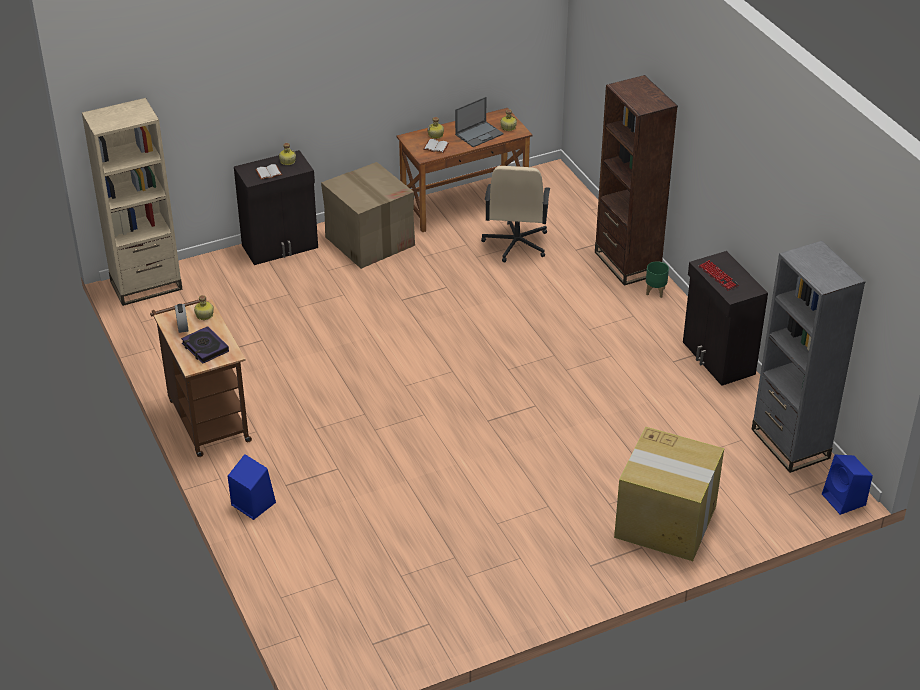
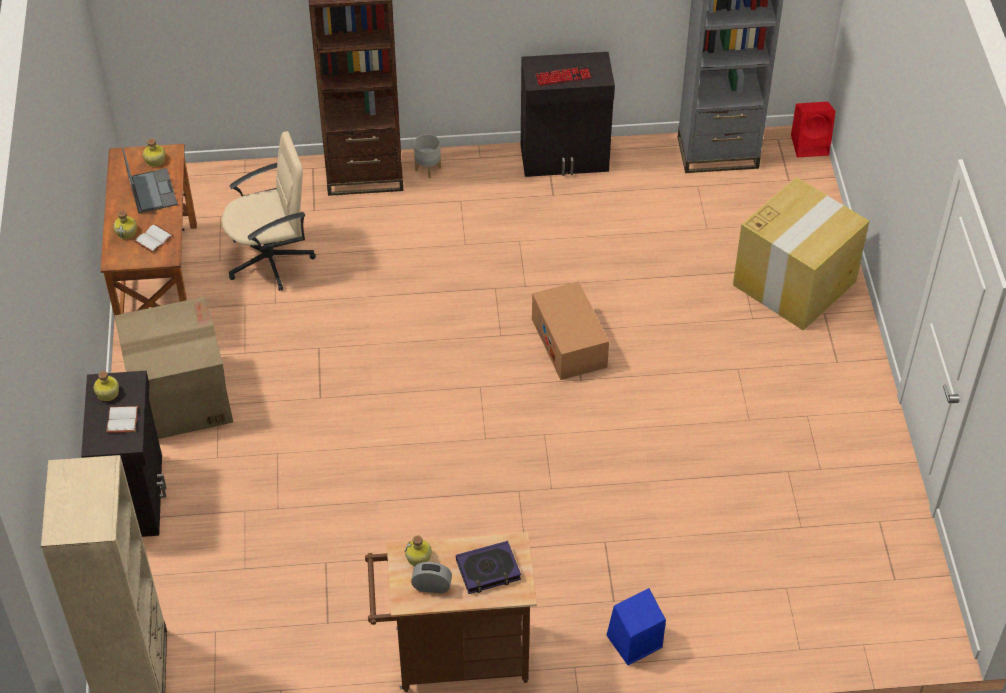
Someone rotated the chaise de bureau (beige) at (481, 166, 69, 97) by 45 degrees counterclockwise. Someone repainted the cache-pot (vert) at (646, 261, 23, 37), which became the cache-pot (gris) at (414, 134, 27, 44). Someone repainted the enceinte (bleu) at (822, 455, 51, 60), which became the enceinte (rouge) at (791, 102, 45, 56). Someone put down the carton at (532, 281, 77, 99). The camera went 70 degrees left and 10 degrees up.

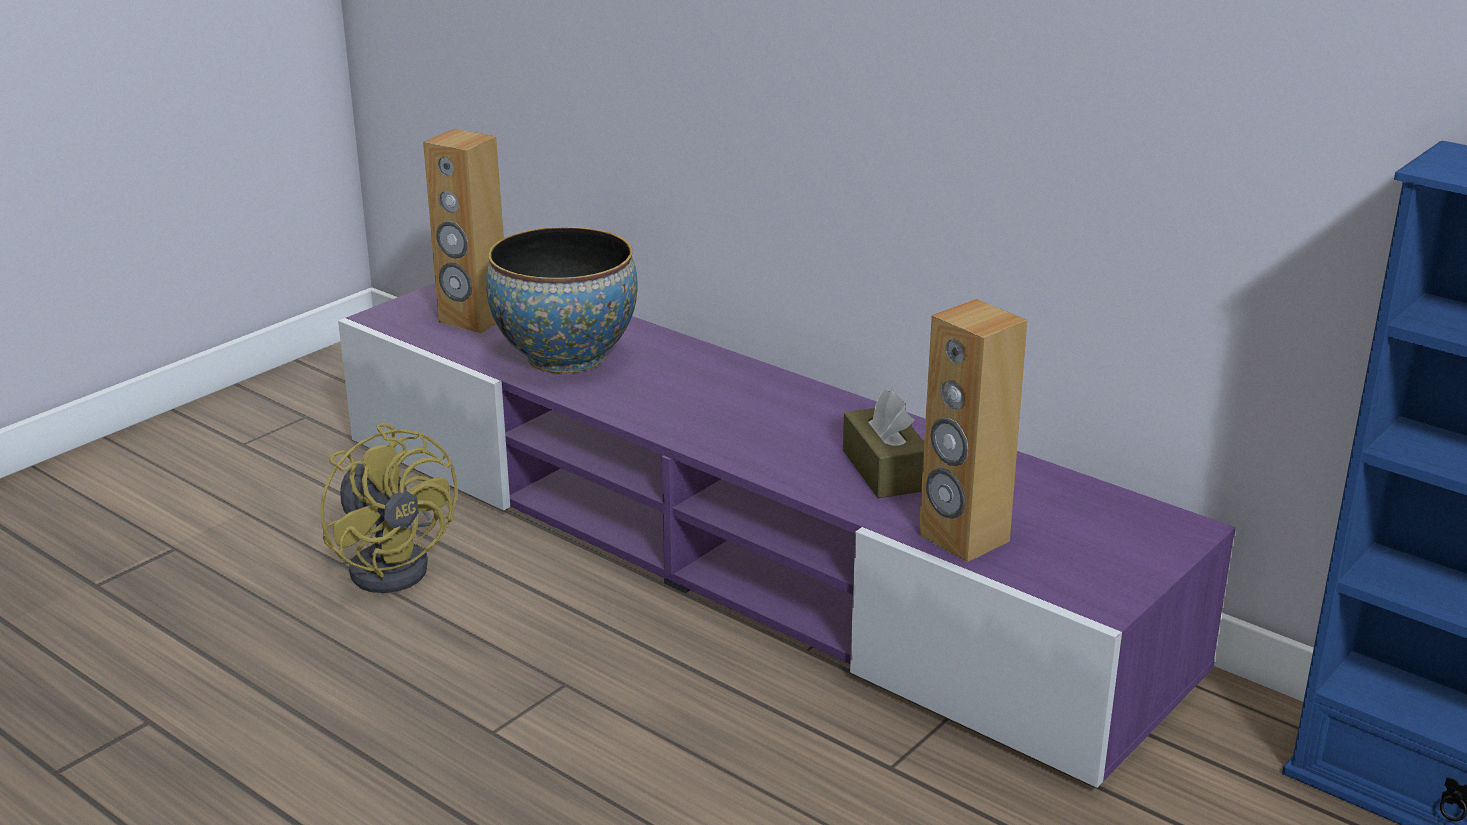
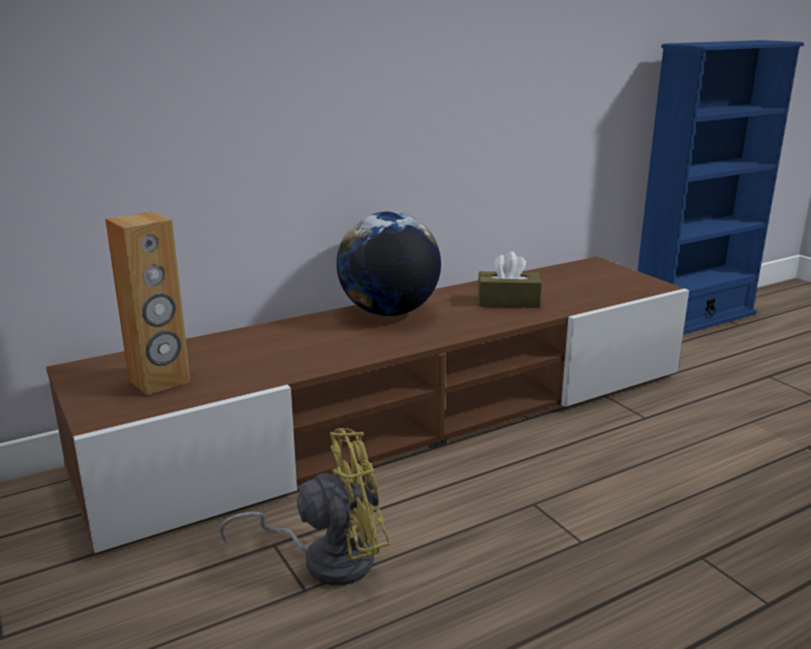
Someone repainted the meuble télé (violet) at (338, 283, 898, 505), which became the meuble télé (marron) at (46, 257, 643, 296). Someone took away the bol at (486, 227, 152, 147). Someone took away the enceinte (marron) at (919, 299, 108, 263). Someone put down the globe at (337, 211, 104, 105). The camera went 70 degrees left and 5 degrees down.

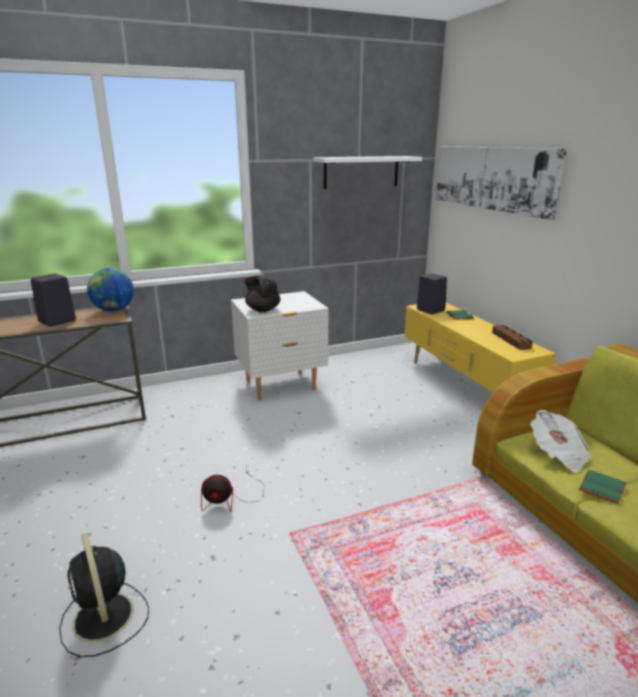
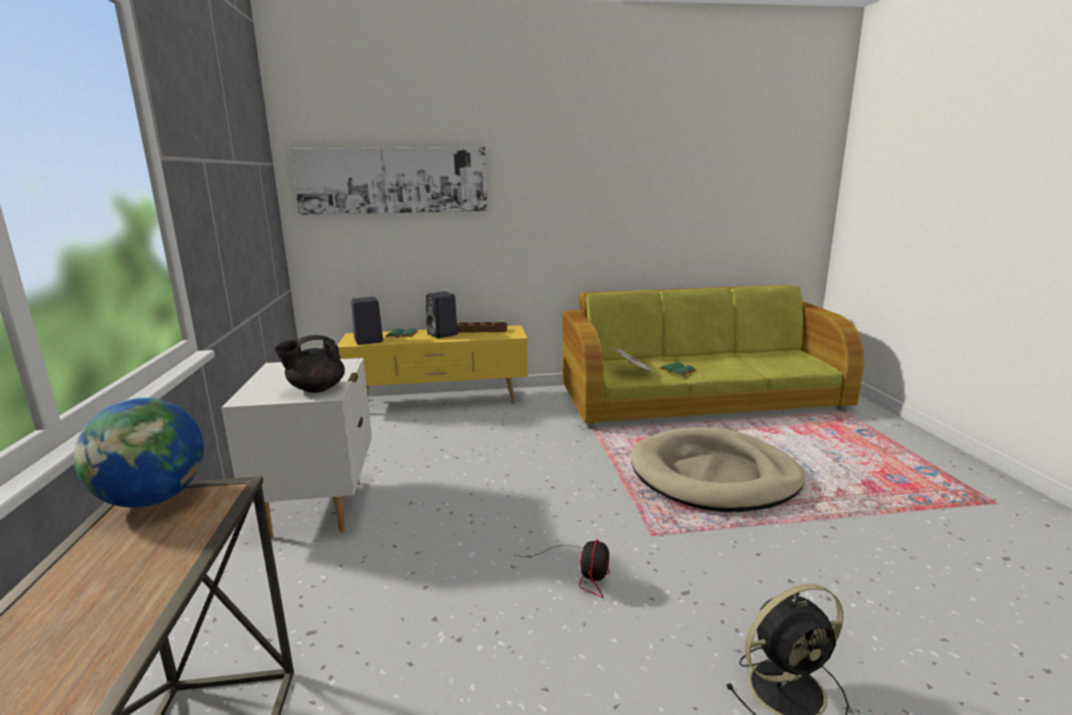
Someone carried the enceinte (noir) from (31, 273, 45, 54) to (426, 291, 32, 47). Someone took away the étagère (blanc) at (314, 156, 108, 33). Someone put down the panier pour chien (beige) at (631, 427, 174, 85). The camera went 75 degrees left and 5 degrees down.

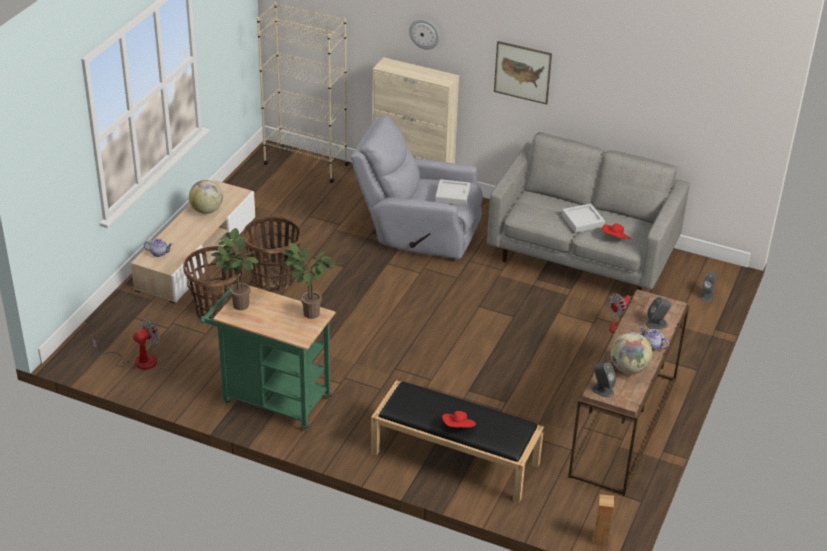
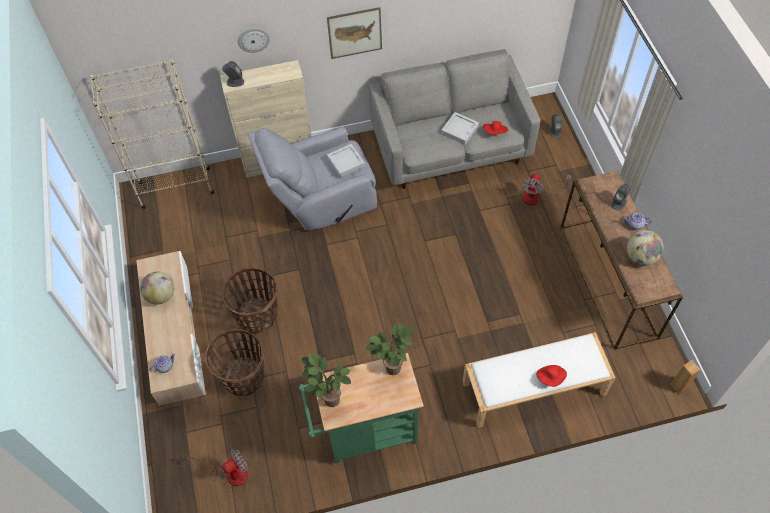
Someone rotated the ventilateur at (93, 319, 67, 51) by 45 degrees clockwise. Someone repainted the banc (noir) at (371, 380, 173, 123), which became the banc (blanc) at (463, 332, 153, 96). Someone carried the enceinte (gris) from (591, 363, 25, 34) to (222, 61, 22, 26). The camera went 35 degrees left and 20 degrees up.

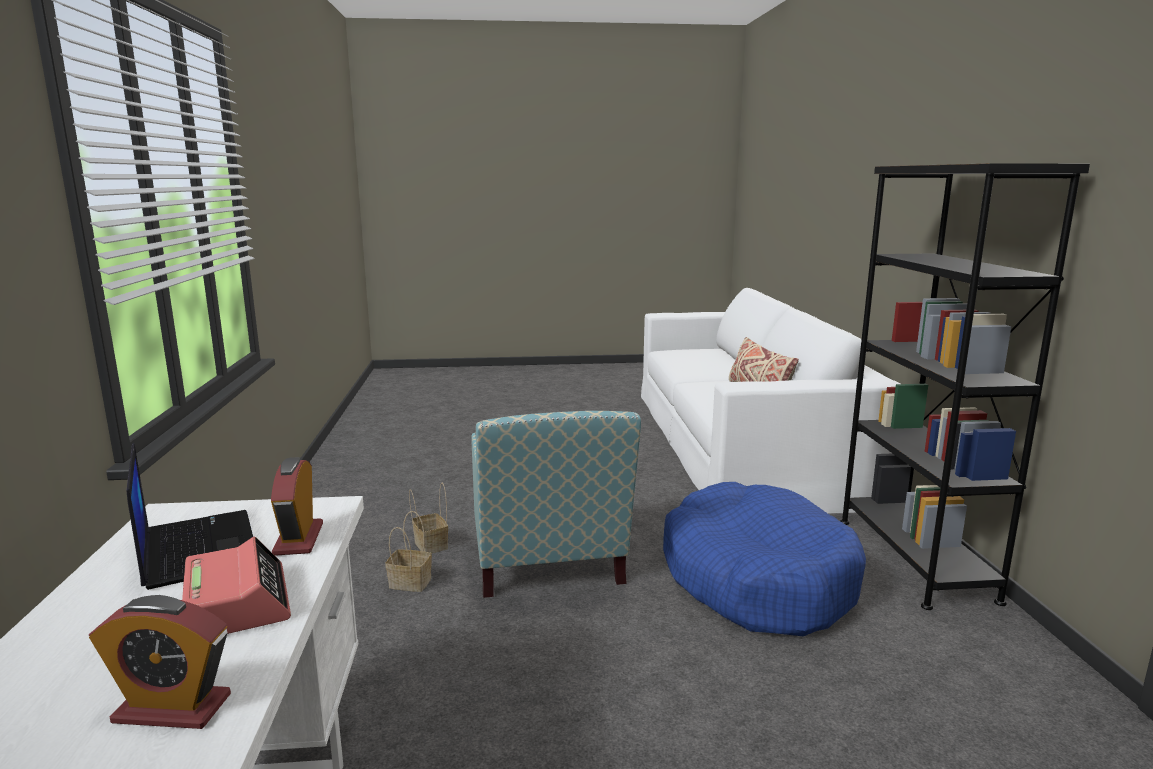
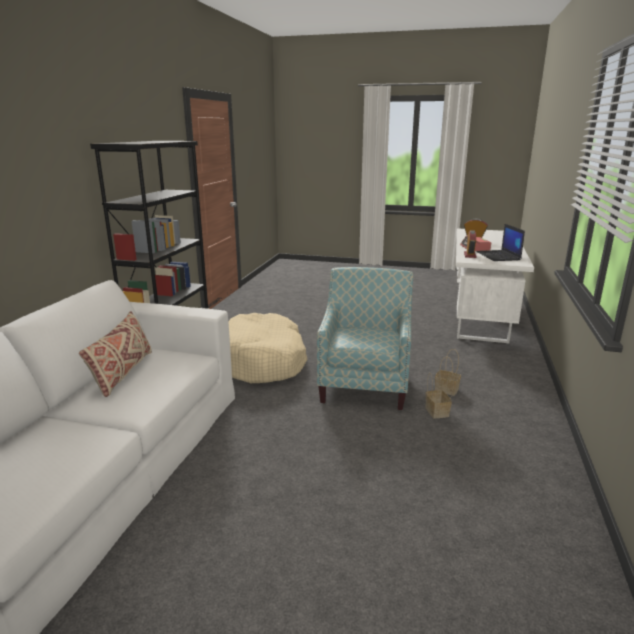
Someone repainted the panier pour chien (bleu) at (663, 482, 203, 154), which became the panier pour chien (beige) at (228, 313, 79, 70). The camera went 160 degrees left and 5 degrees up.

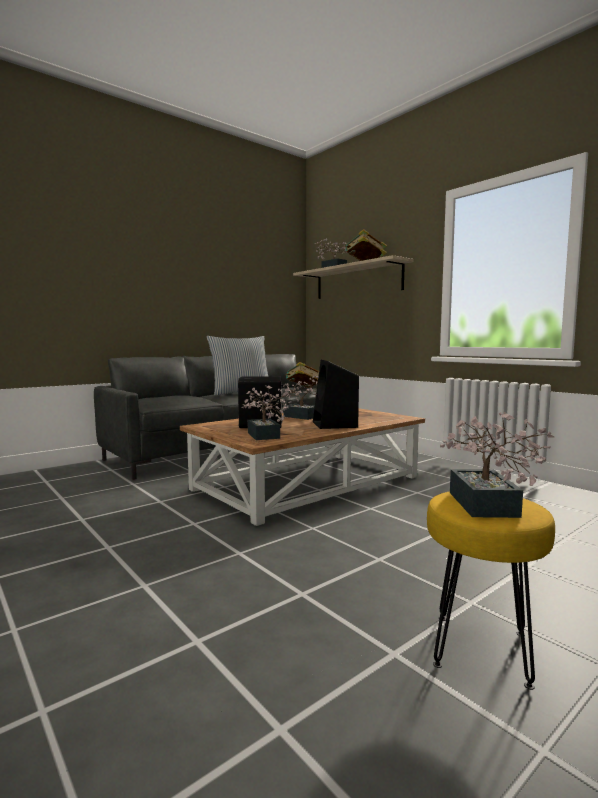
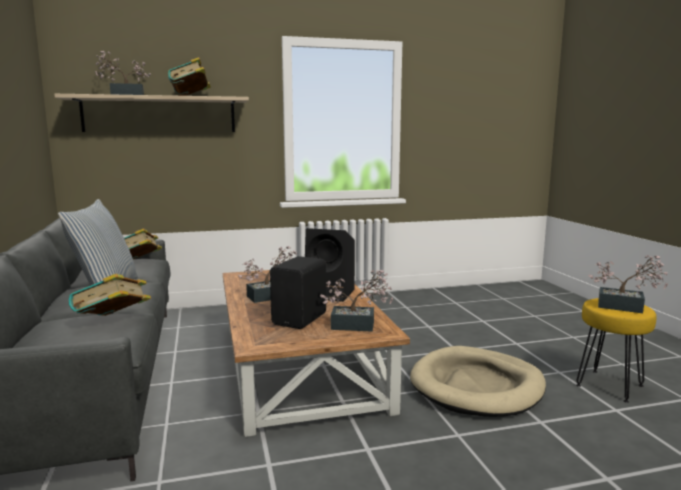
Someone put down the livre at (69, 274, 82, 42). Someone put down the panier pour chien (beige) at (410, 346, 136, 71). The camera went 65 degrees left and 5 degrees up.

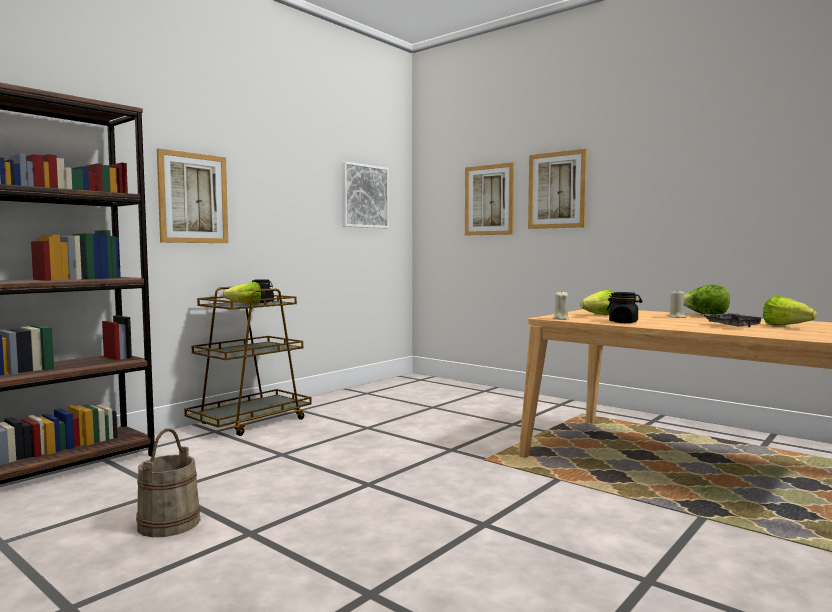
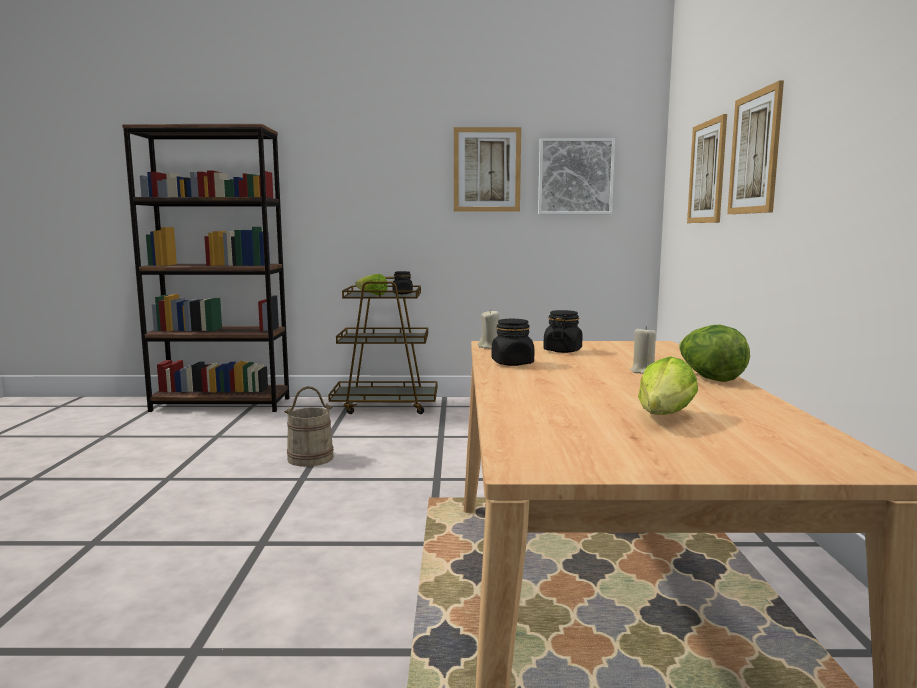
Someone carried the seau (beige) from (136, 428, 65, 109) to (284, 386, 50, 81). Someone carried the tableau from (157, 148, 71, 95) to (454, 127, 67, 85). Someone swapped the laitue at (580, 290, 34, 25) for the bocal (noir) at (543, 310, 40, 43). Someone took away the plateau (gris) at (702, 313, 60, 14). The camera went 50 degrees right and 5 degrees up.

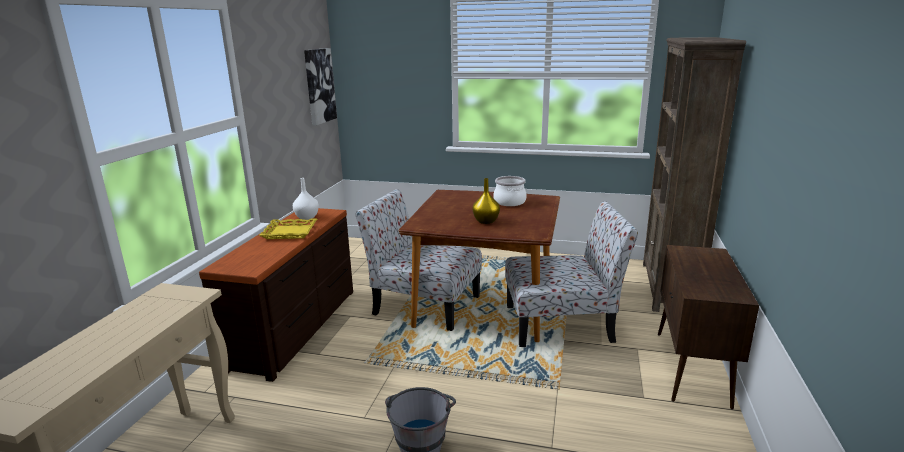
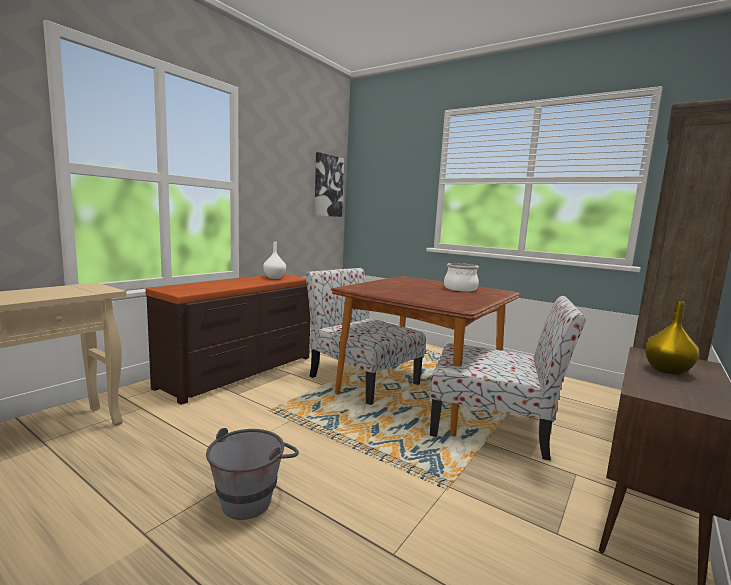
Someone took away the plateau (jaune) at (259, 218, 58, 21). Someone carried the vase (jaune) from (472, 178, 28, 46) to (645, 301, 54, 74). The camera went 20 degrees right and 10 degrees down.

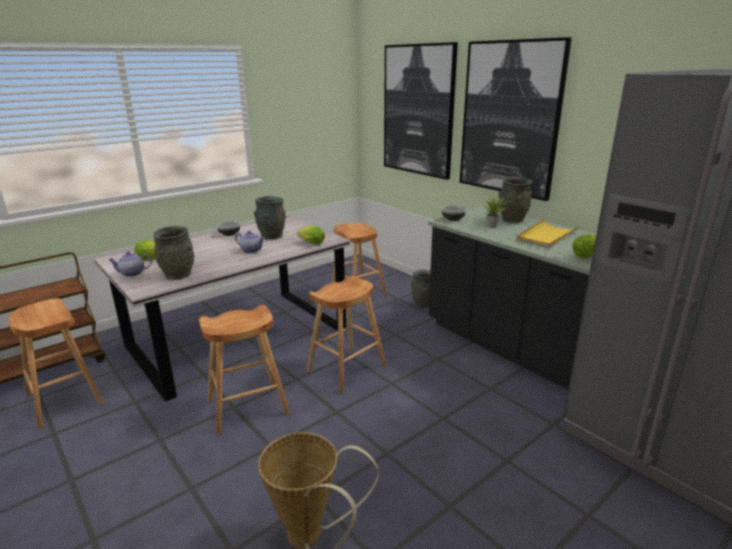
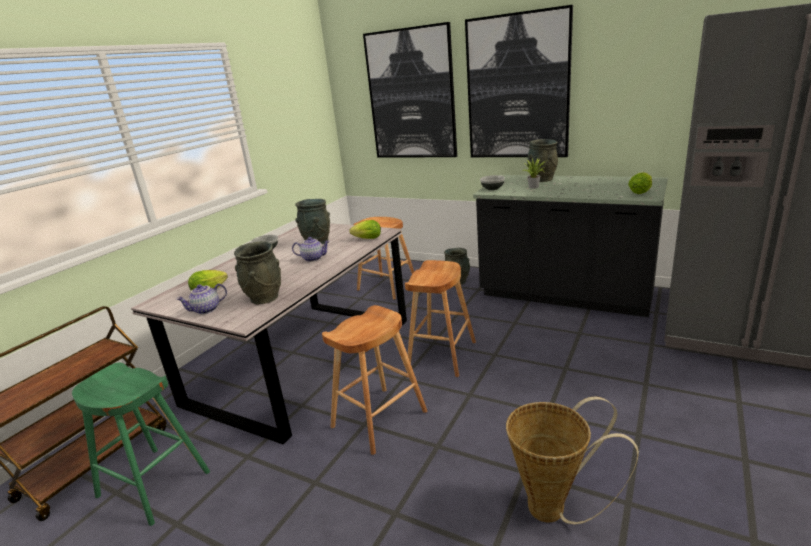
Someone repainted the tabouret (marron) at (8, 298, 96, 131), which became the tabouret (vert) at (72, 362, 138, 164). Someone took away the plateau (jaune) at (516, 219, 64, 30). The camera went 20 degrees left and 0 degrees up.

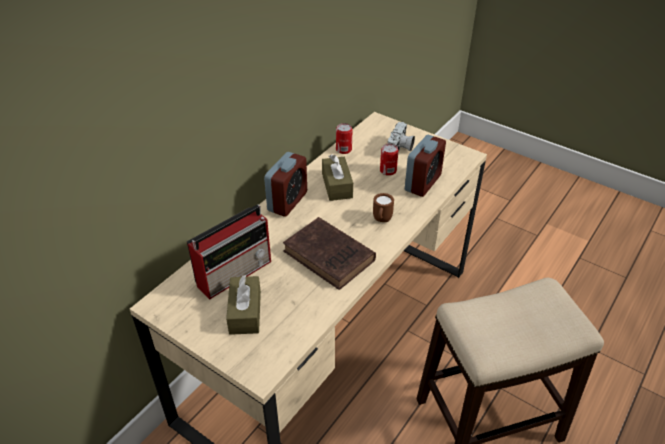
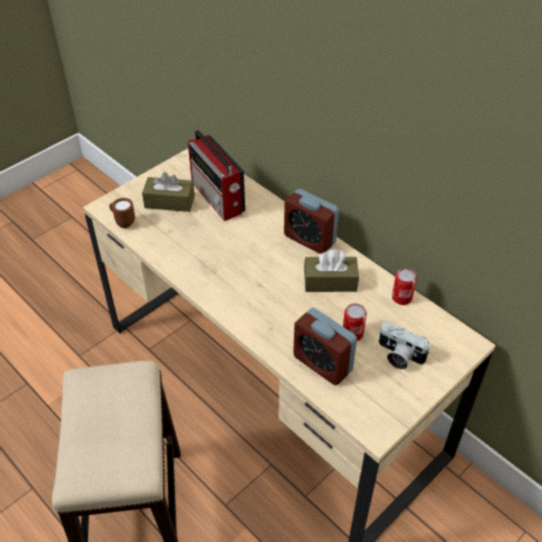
Someone took away the livre (marron) at (283, 217, 93, 73). Someone carried the mug (marron) from (373, 193, 21, 29) to (109, 198, 26, 30). The camera went 100 degrees right and 5 degrees up.

